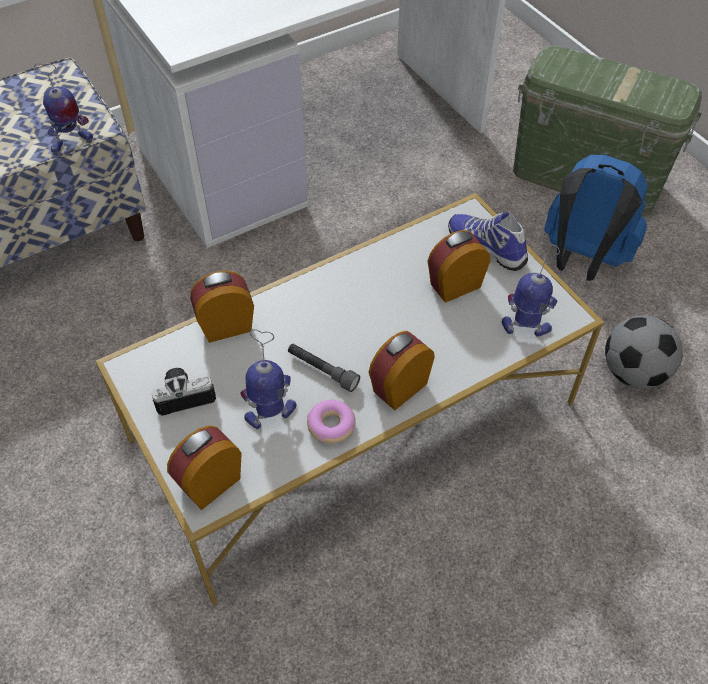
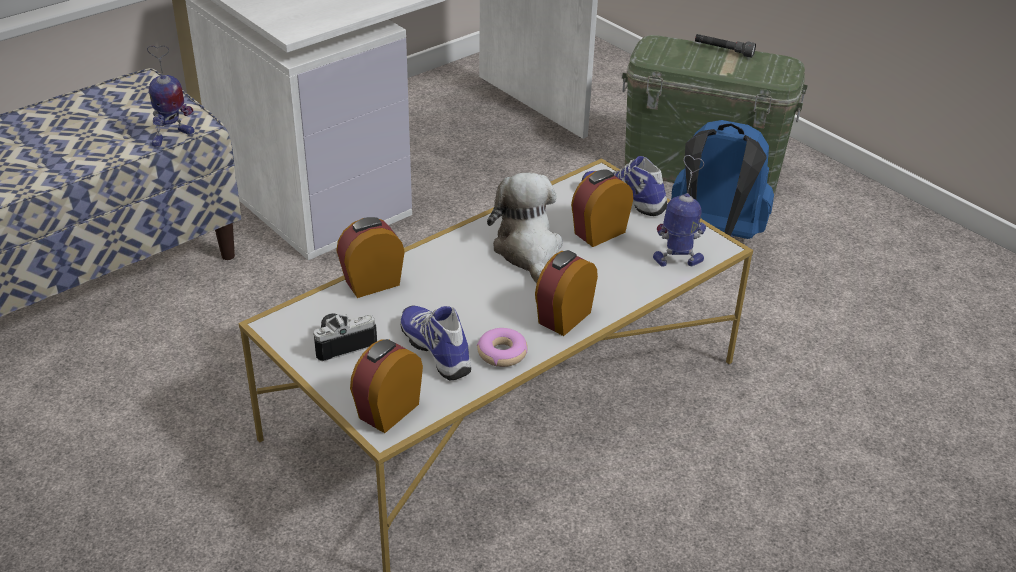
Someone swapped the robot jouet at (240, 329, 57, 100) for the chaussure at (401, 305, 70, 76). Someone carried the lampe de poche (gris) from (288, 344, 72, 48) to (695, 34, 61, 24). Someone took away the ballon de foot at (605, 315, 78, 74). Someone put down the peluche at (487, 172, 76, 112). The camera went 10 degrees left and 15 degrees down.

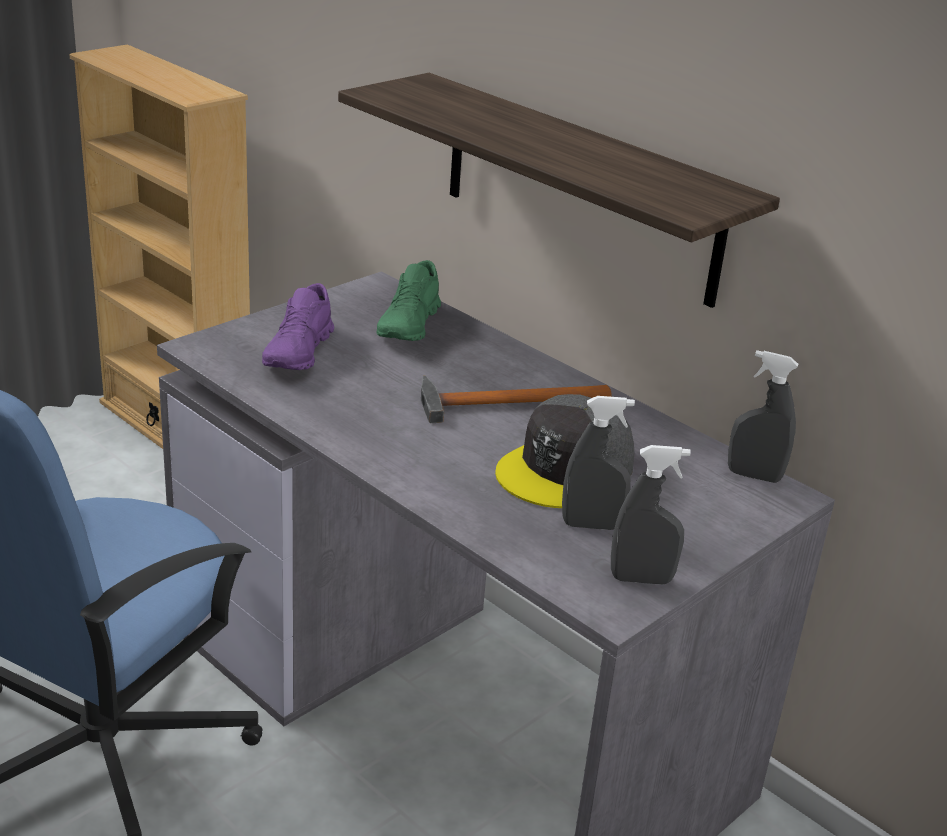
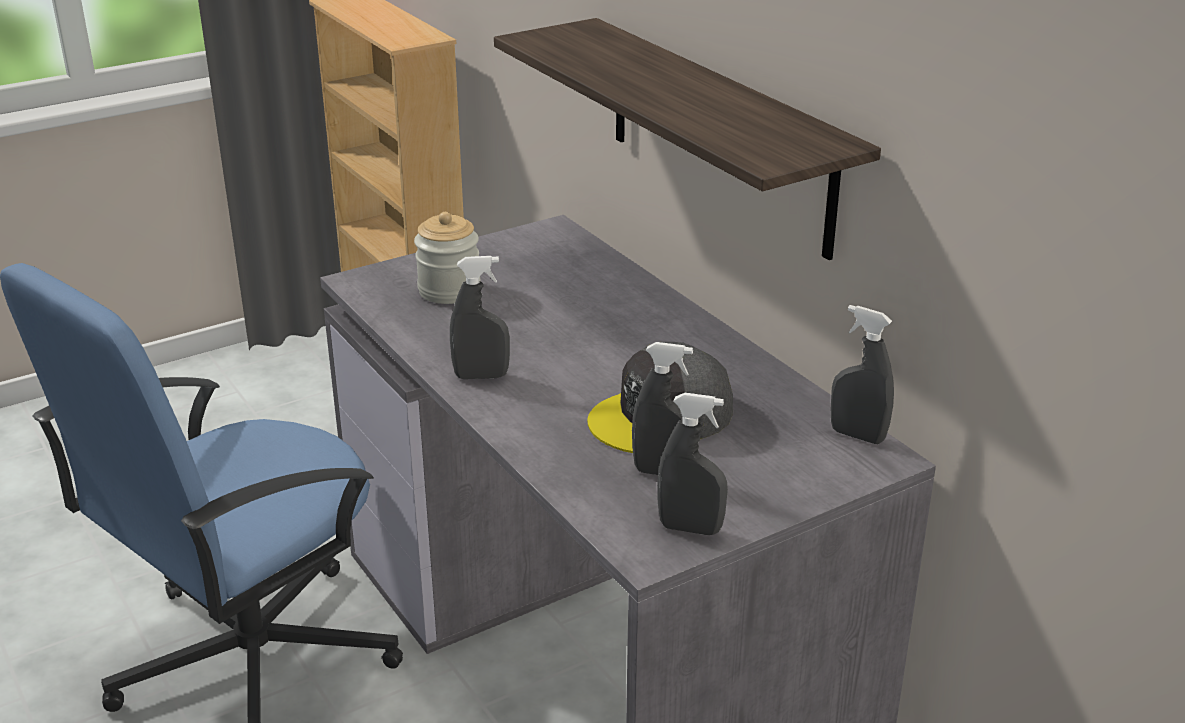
Someone swapped the chaussure (violet) at (262, 283, 72, 87) for the bocal at (414, 212, 67, 92). Someone took away the chaussure (vert) at (377, 260, 64, 81). Someone took away the marteau at (421, 375, 191, 48). Someone put down the vaporisateur (gris) at (450, 256, 60, 123). The camera went 15 degrees right and 0 degrees up.

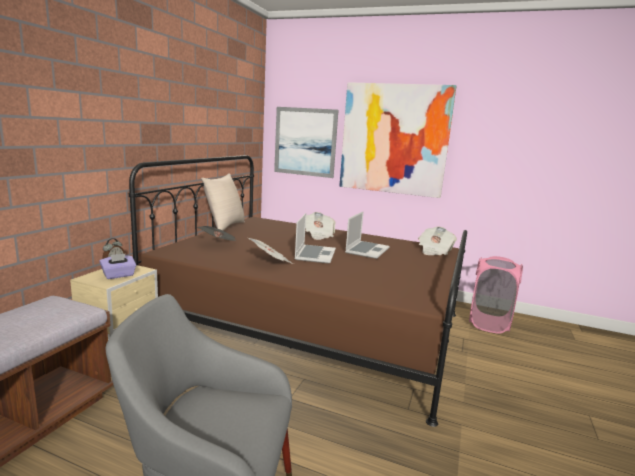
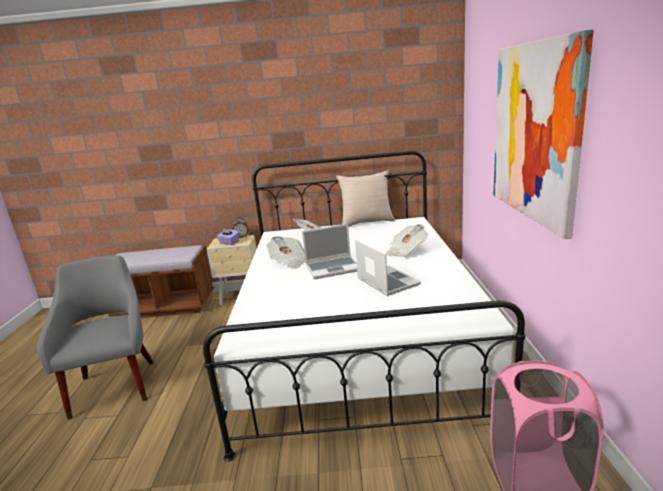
Someone repainted the lit (marron) at (129, 155, 338, 272), which became the lit (blanc) at (203, 151, 323, 311). Someone took away the tableau at (274, 107, 64, 71). Someone rotated the ordinateur portable at (345, 211, 45, 48) by 120 degrees counterclockwise. Someone took away the journal at (418, 226, 39, 29). The camera went 70 degrees right and 5 degrees up.

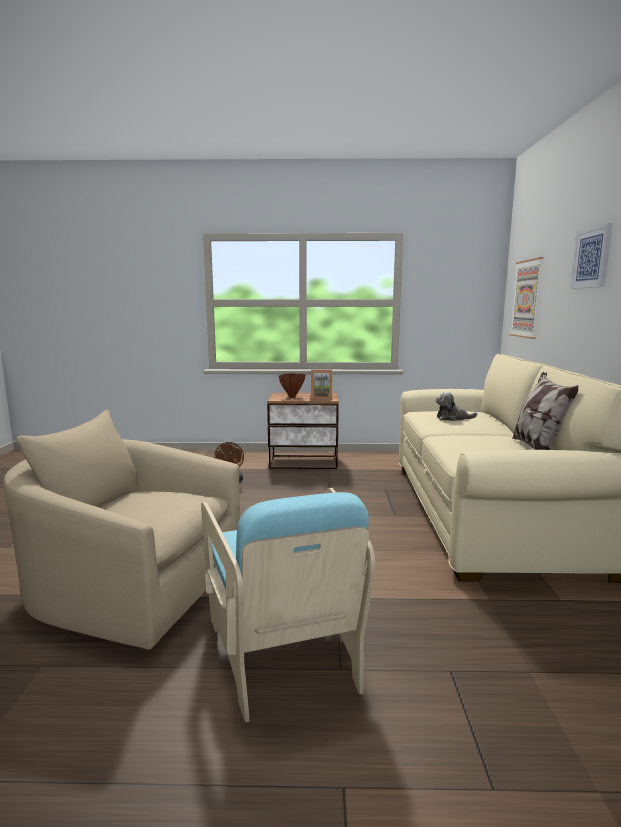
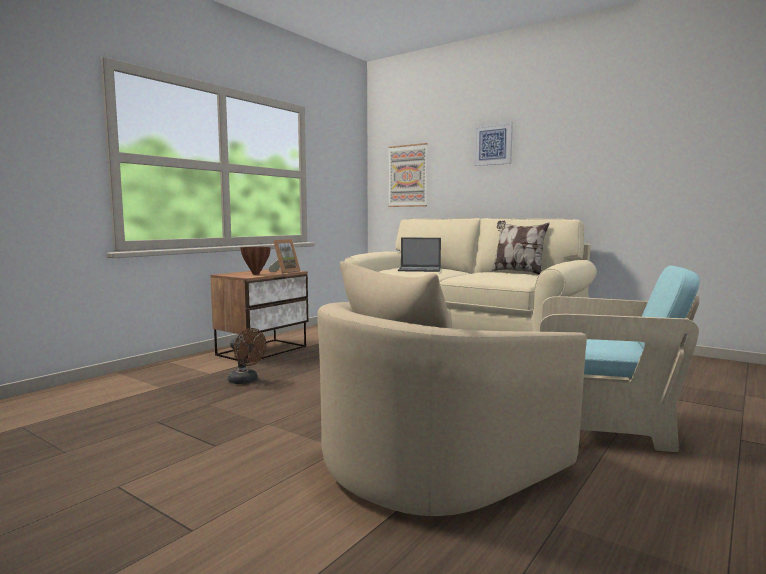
Someone swapped the peluche at (436, 391, 41, 30) for the ordinateur portable at (398, 238, 43, 34). The camera went 55 degrees left and 5 degrees down.

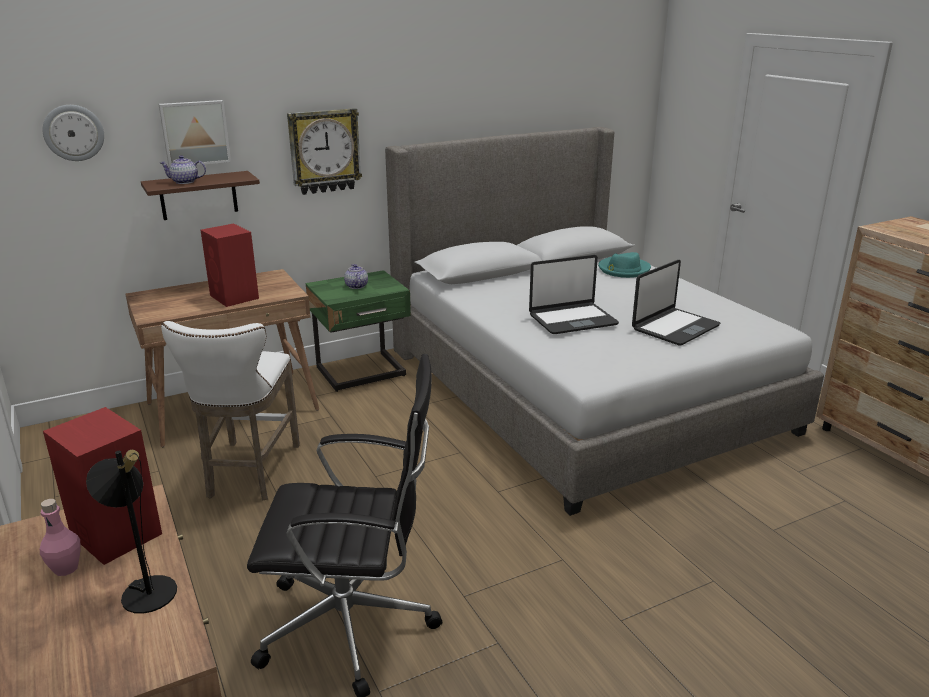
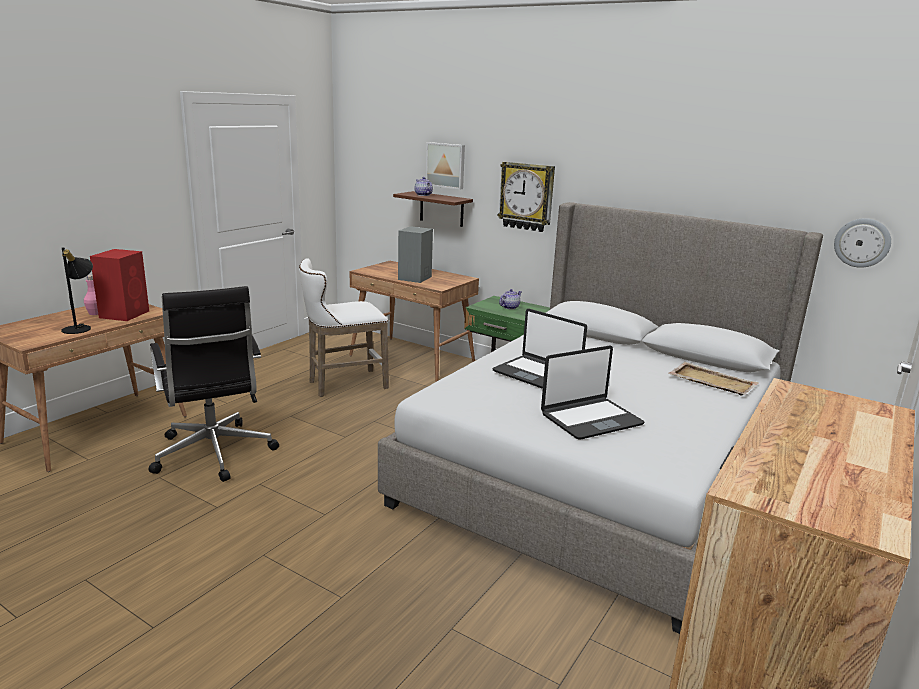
Someone carried the horloge murale from (43, 105, 61, 56) to (834, 218, 57, 50). Someone repainted the enceinte (rouge) at (201, 224, 58, 83), which became the enceinte (gris) at (398, 226, 35, 57). Someone swapped the chapeau (turquoise) at (598, 252, 53, 26) for the plateau (beige) at (668, 362, 91, 33). Someone rotated the ordinateur portable at (632, 260, 88, 86) by 45 degrees counterclockwise. The camera went 60 degrees right and 5 degrees down.

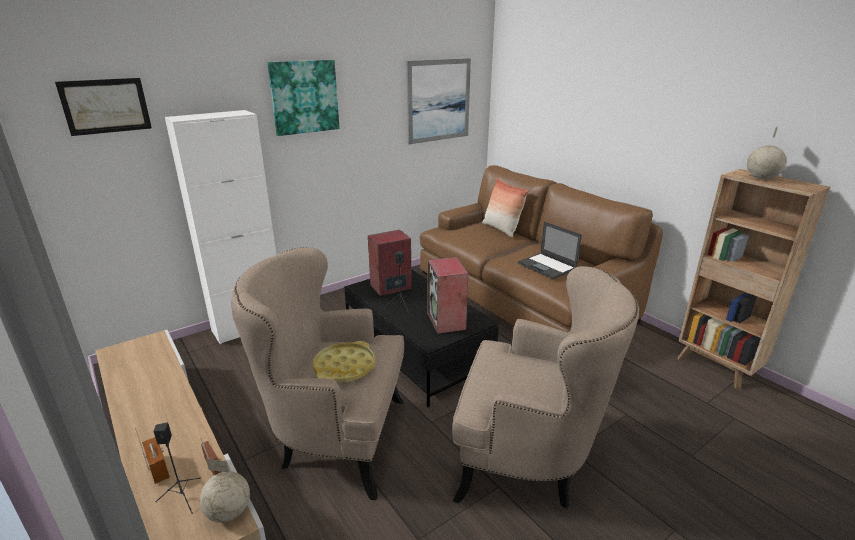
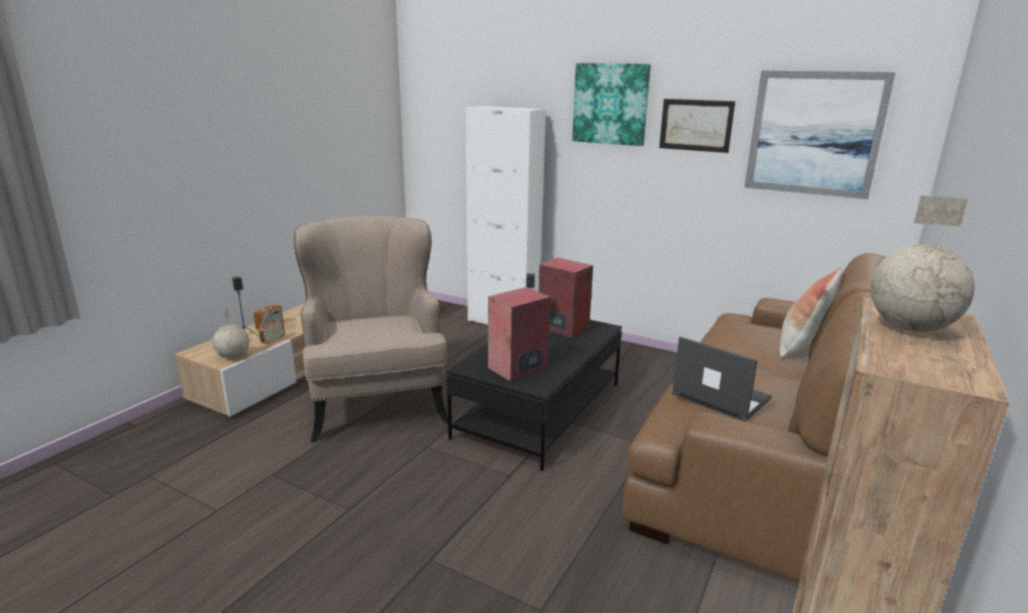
Someone carried the tableau from (55, 78, 97, 58) to (659, 99, 76, 54). Someone took away the plateau (jaune) at (313, 341, 62, 41). Someone took away the fauteuil (beige) at (452, 266, 187, 243). Someone rotated the ordinateur portable at (518, 222, 64, 57) by 105 degrees clockwise. The camera went 65 degrees right and 5 degrees down.

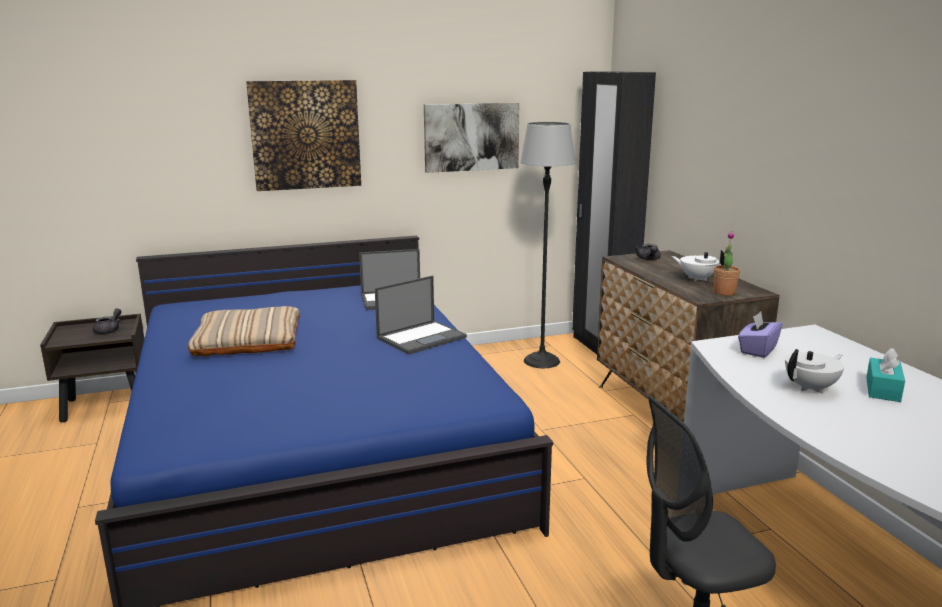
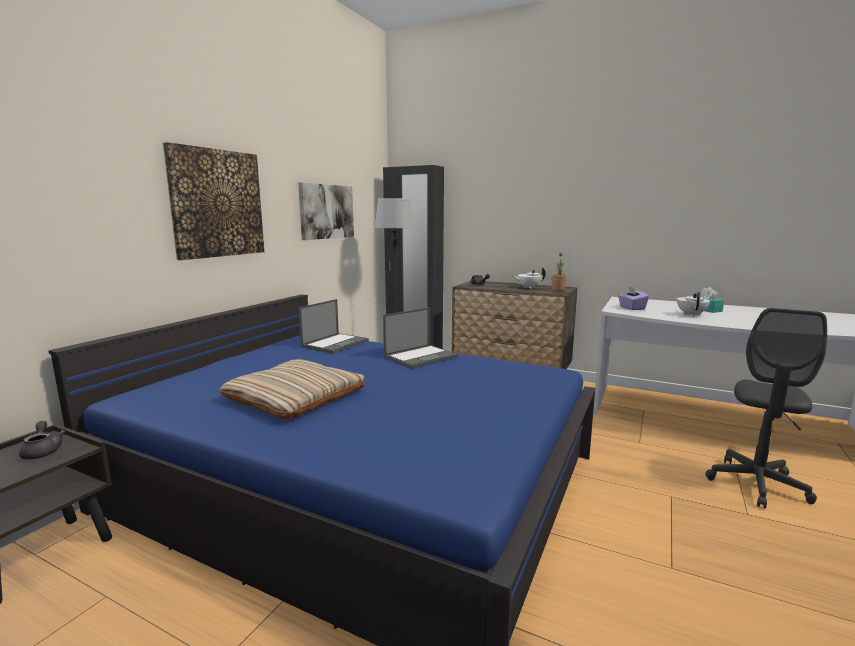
Someone rotated the ordinateur portable at (375, 276, 92, 79) by 45 degrees clockwise. The camera went 45 degrees left and 5 degrees down.

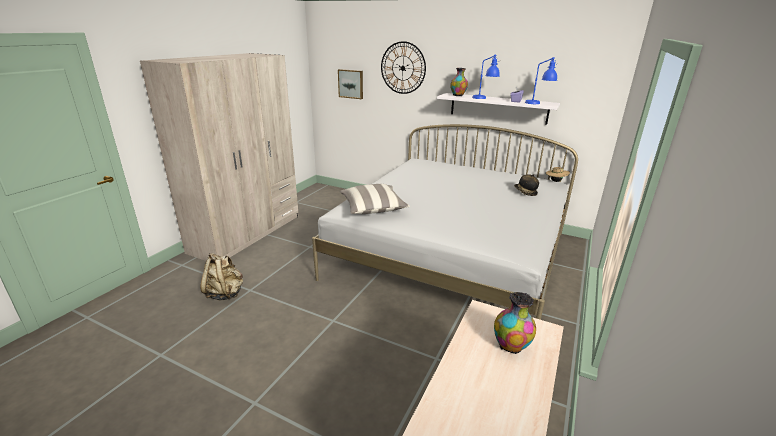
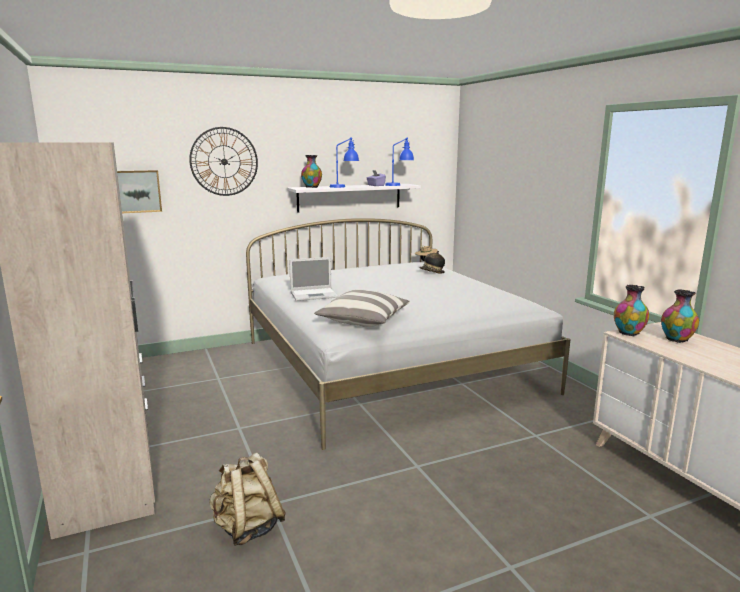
Someone put down the ordinateur portable at (289, 257, 50, 44). Someone put down the vase at (614, 285, 35, 51). The camera went 50 degrees left and 10 degrees down.

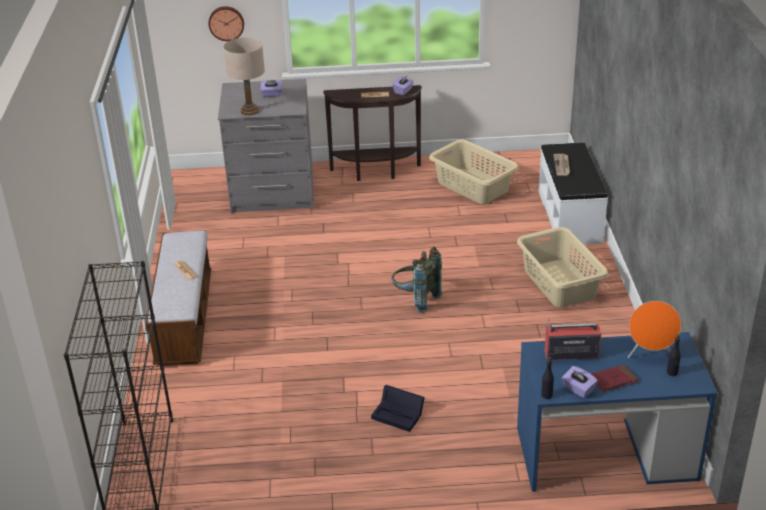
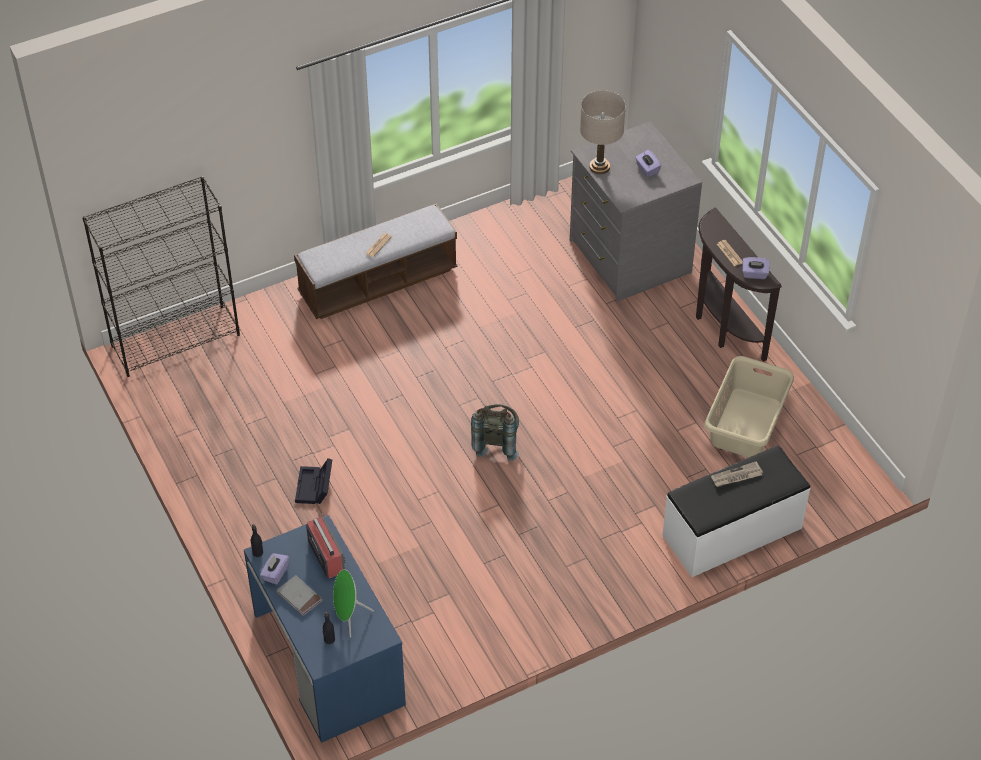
Someone took away the horloge murale at (208, 6, 36, 35). Someone took away the panier à linge (beige) at (517, 227, 91, 80). Someone repainted the livre (rouge) at (591, 365, 48, 27), which became the livre (gris) at (277, 575, 46, 41). Someone repainted the enceinte (orange) at (628, 301, 53, 57), which became the enceinte (vert) at (333, 569, 41, 69). The camera went 65 degrees right and 15 degrees up.

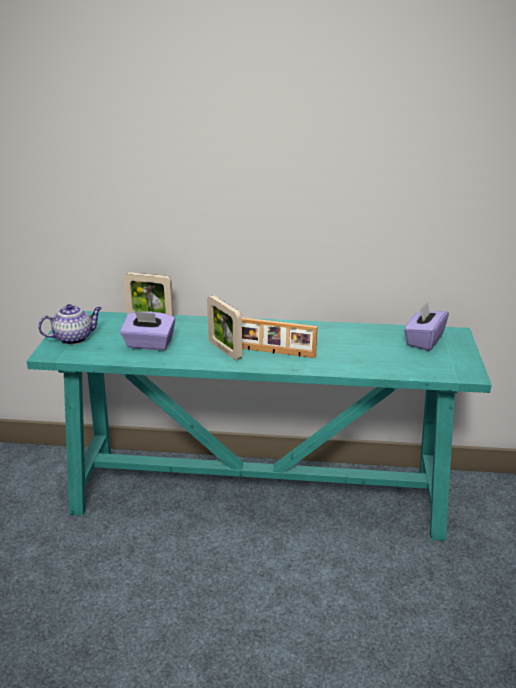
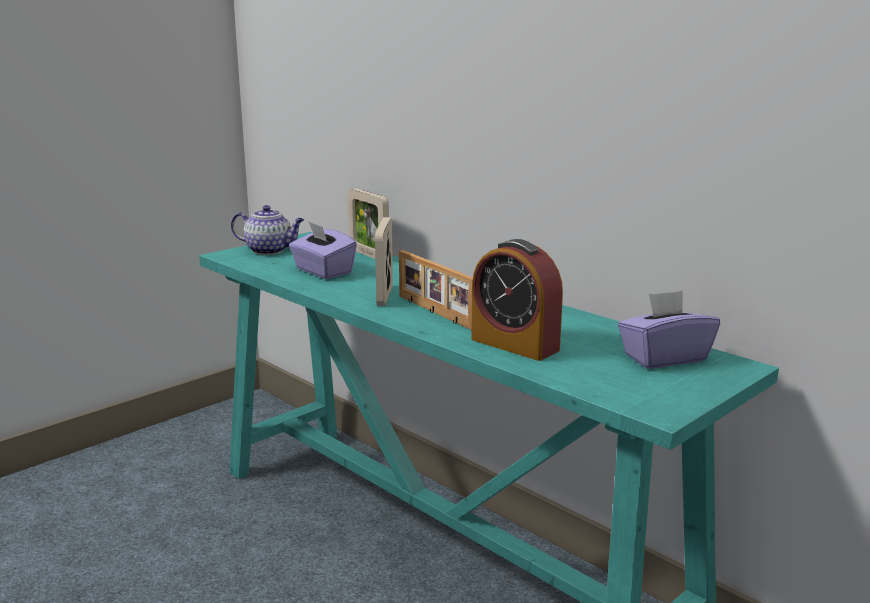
Someone put down the réveil at (471, 239, 92, 122). The camera went 40 degrees right and 10 degrees down.

